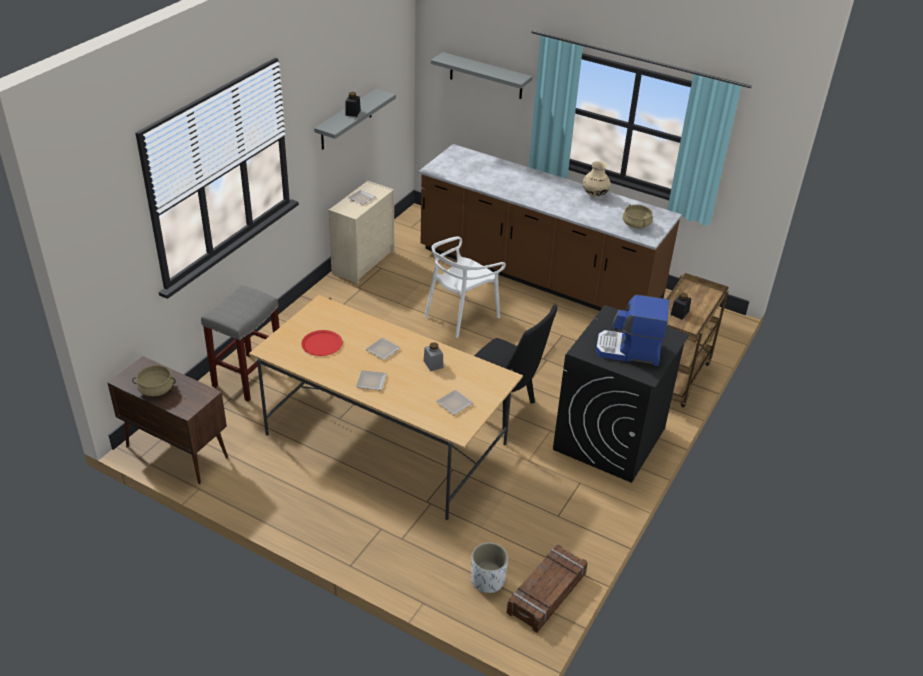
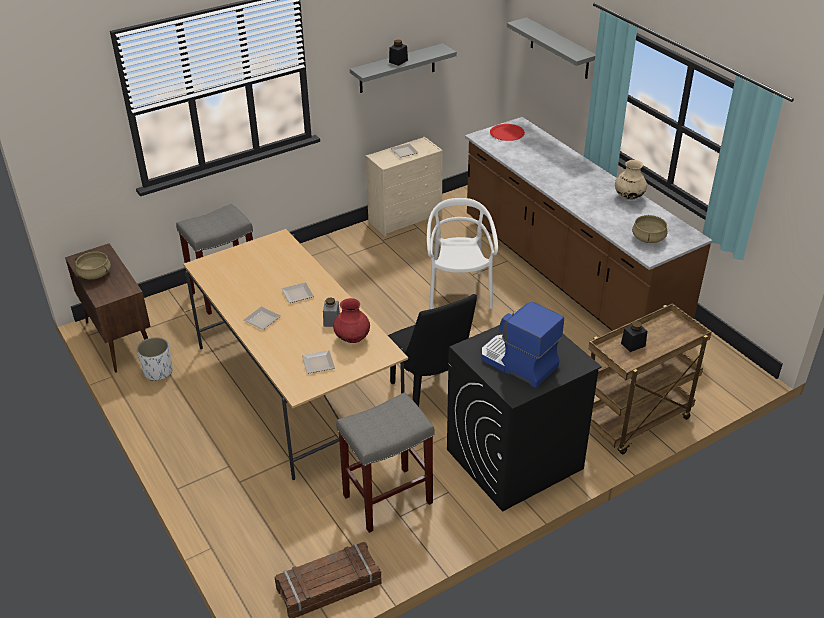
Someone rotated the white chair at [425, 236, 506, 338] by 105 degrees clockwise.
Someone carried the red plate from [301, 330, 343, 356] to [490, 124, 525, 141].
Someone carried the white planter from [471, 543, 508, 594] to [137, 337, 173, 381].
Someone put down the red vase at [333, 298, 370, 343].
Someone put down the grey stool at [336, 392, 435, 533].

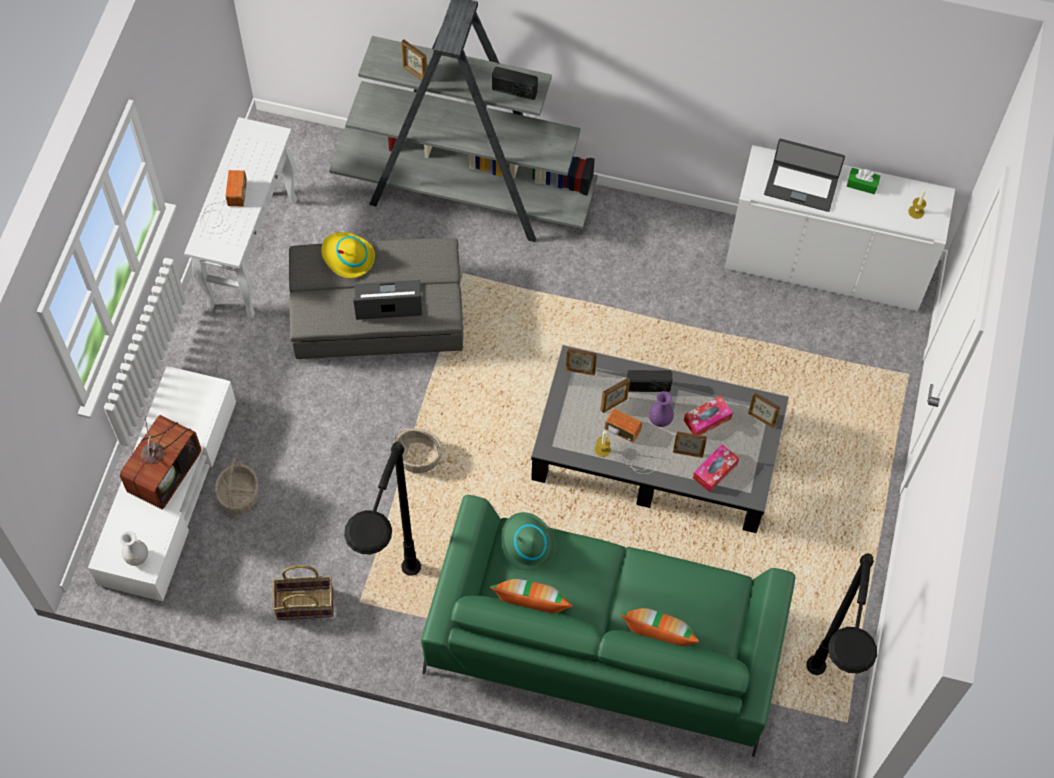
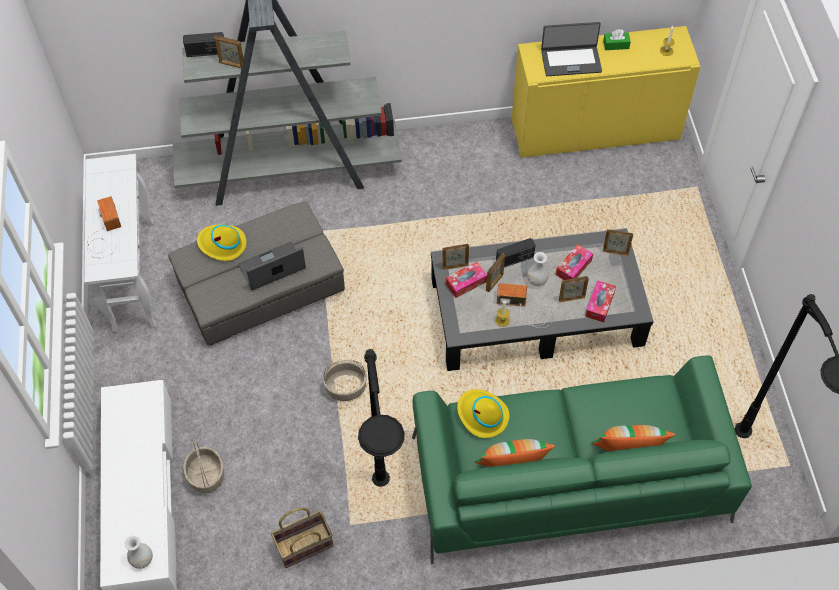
Someone carried the radio from [492, 67, 538, 100] to [183, 32, 224, 57].
Someone repainted the white cabinet at [725, 145, 955, 311], which became the yellow cabinet at [512, 26, 700, 158].
Someone repainted the purple vase at [649, 391, 674, 427], which became the white vase at [527, 252, 549, 287].
Someone took away the television at [120, 415, 201, 509].
Someone repainted the green hat at [502, 512, 556, 570], which became the yellow hat at [457, 389, 509, 438].
Someone put down the tissue box at [446, 262, 487, 298].

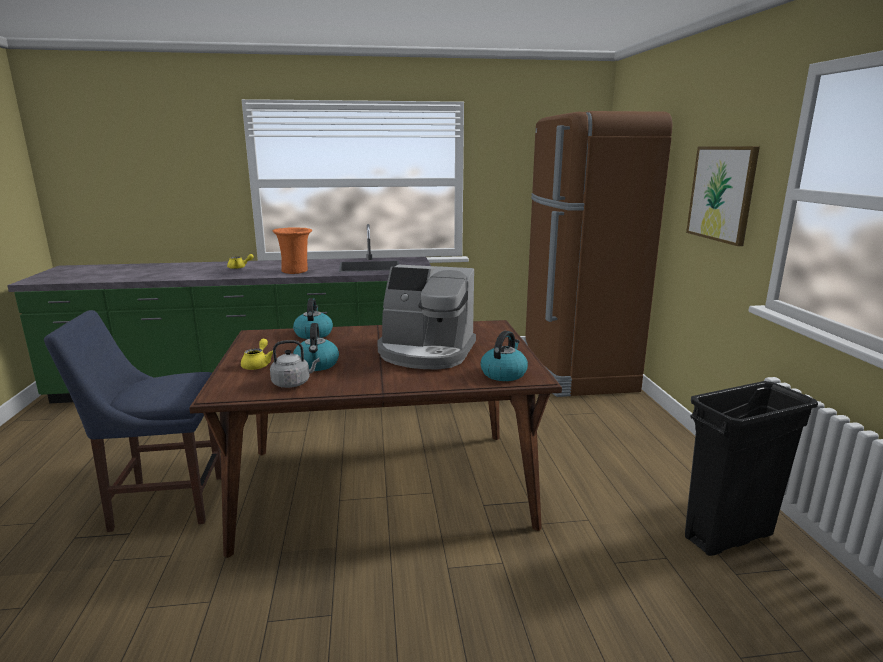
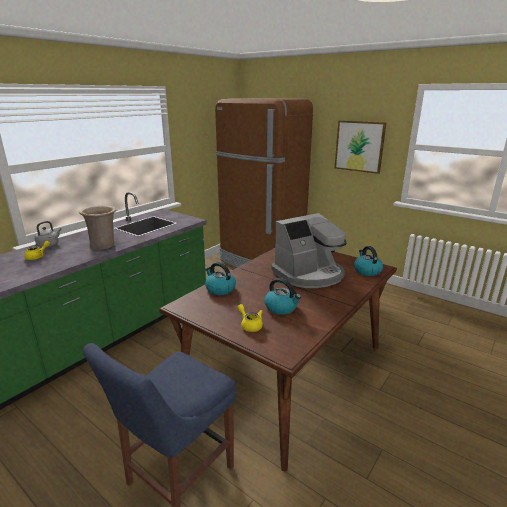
Someone repainted the orange vase at [273, 227, 312, 274], which became the beige vase at [79, 206, 116, 250].
Someone carried the grey kettle from [270, 340, 320, 388] to [35, 221, 61, 247].
Someone took away the black trash can at [685, 381, 818, 556].

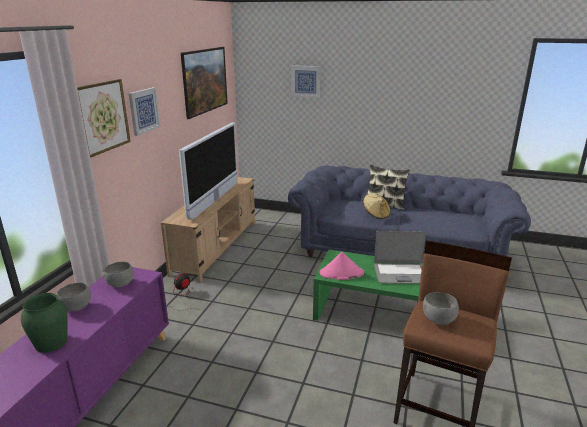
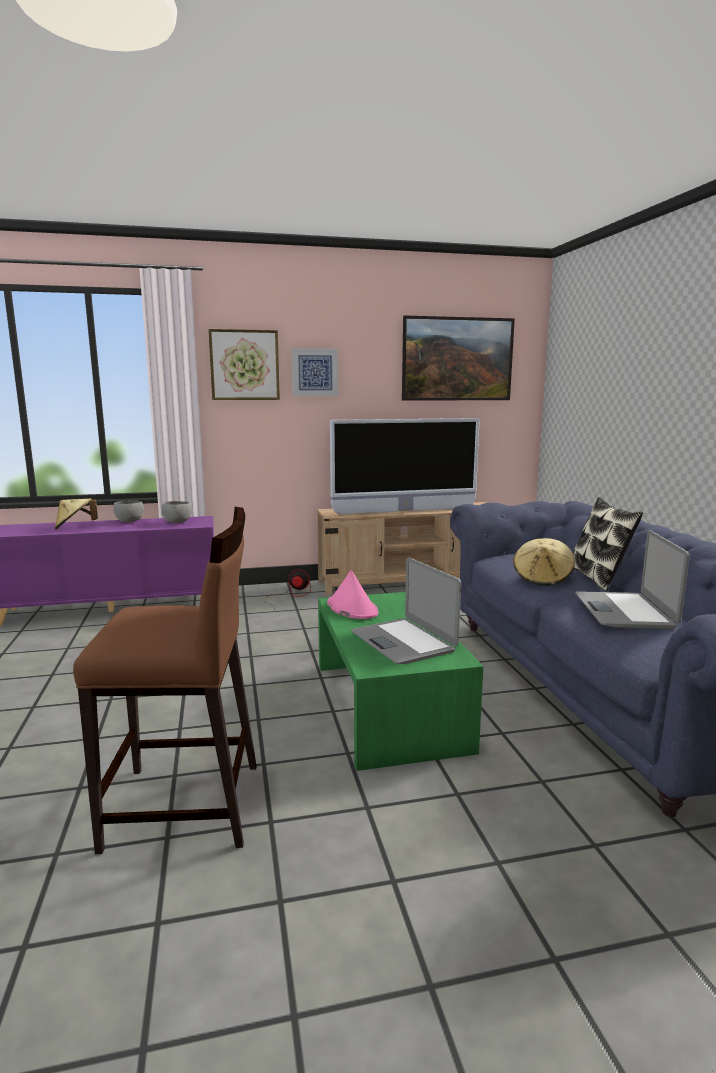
Someone took away the picture at [291, 66, 321, 98].
Someone took away the grey bowl at [423, 292, 459, 325].
Someone swapped the green vase at [21, 293, 68, 353] for the beige hat at [55, 498, 98, 530].
Someone put down the laptop at [575, 530, 690, 629].

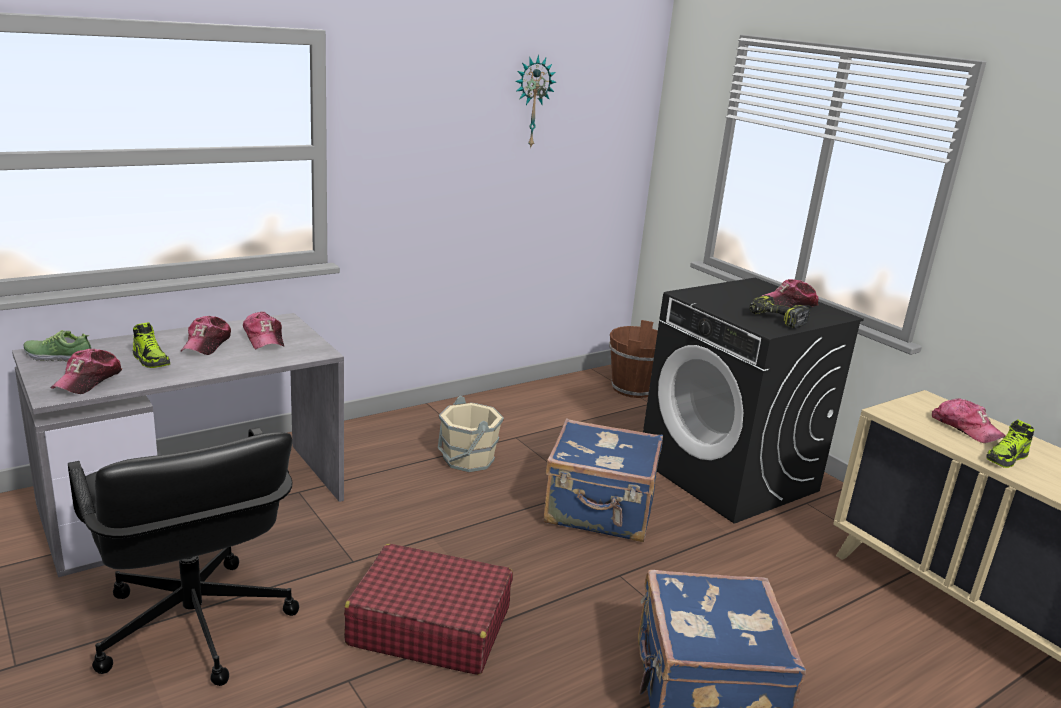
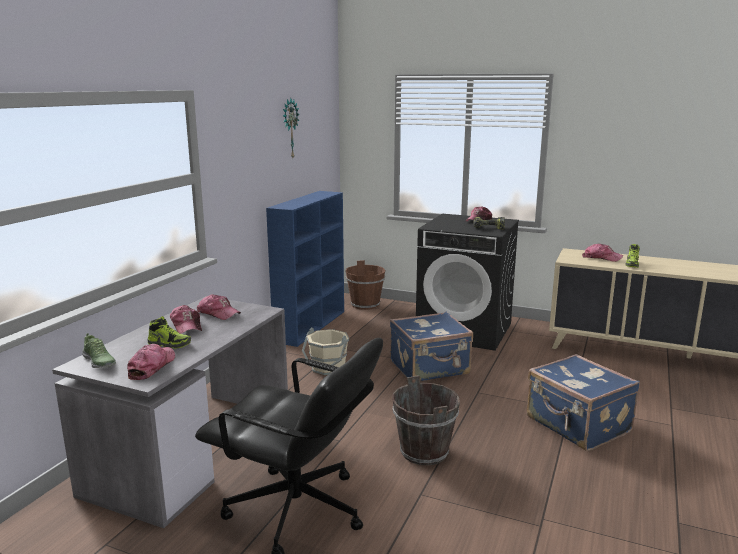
Someone rotated the shoe at [23, 330, 92, 362] by 105 degrees counterclockwise.
Someone rotated the cap at [51, 349, 122, 394] by 150 degrees counterclockwise.
Someone swapped the red suitcase at [344, 544, 513, 675] for the brown bucket at [392, 376, 460, 465].
Someone put down the blue bookcase at [266, 191, 344, 347].

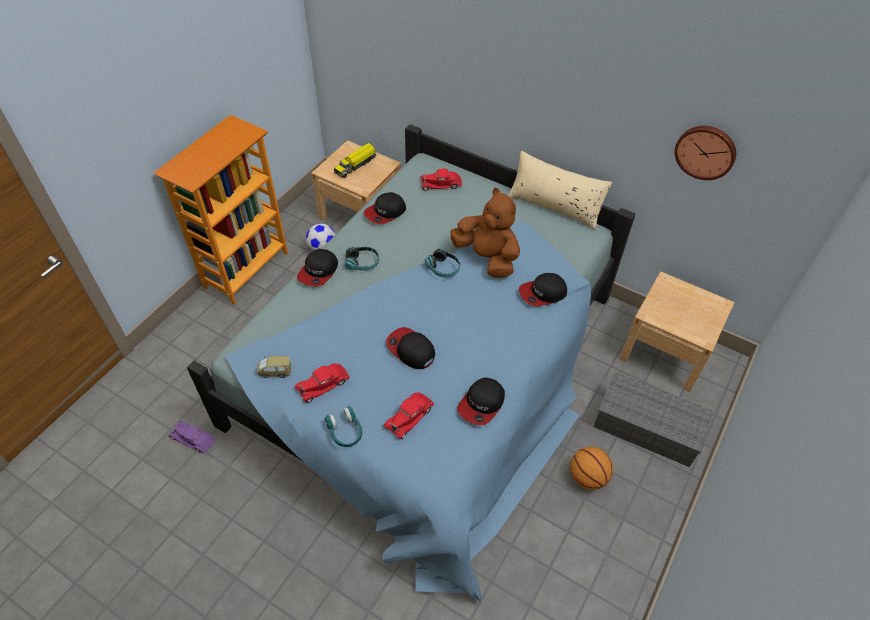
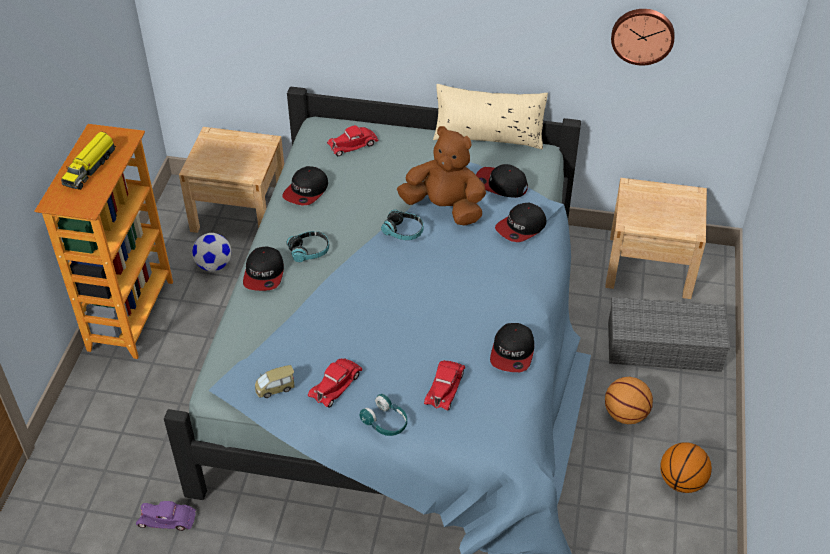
Someone carried the toy truck from [334, 143, 377, 178] to [61, 131, 116, 190].
Someone carried the cap from [386, 327, 435, 369] to [476, 164, 528, 198].
Someone put down the basketball at [660, 442, 712, 493].

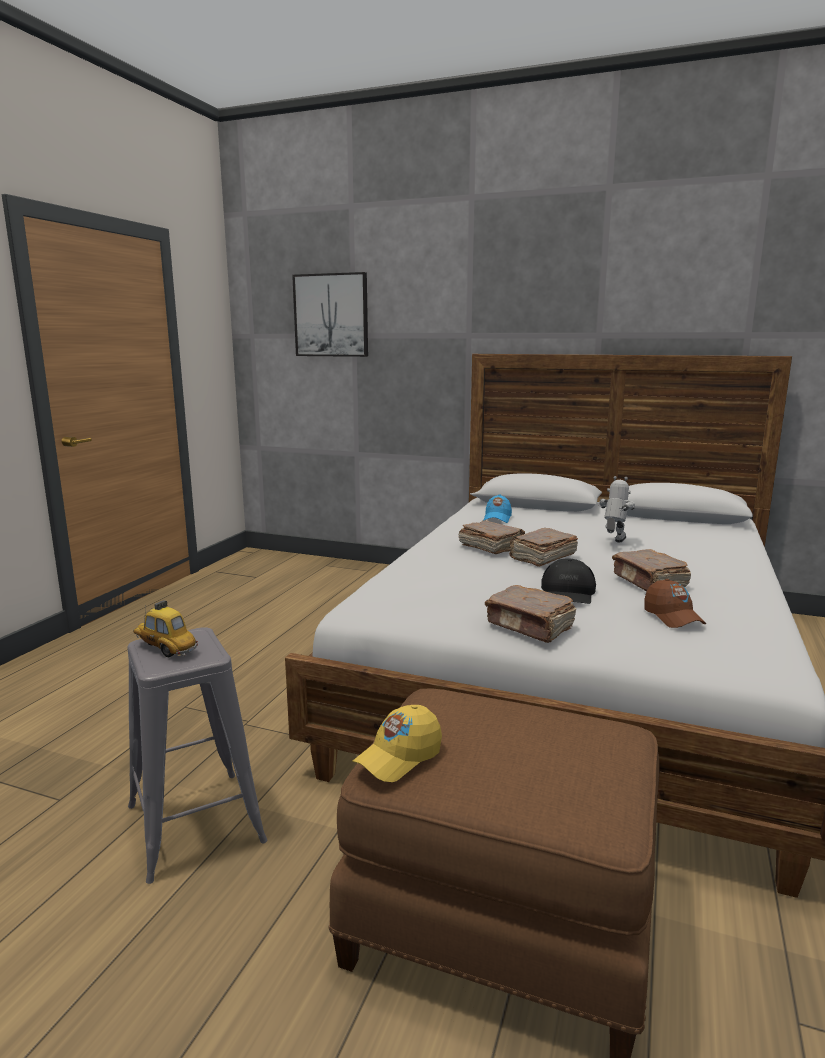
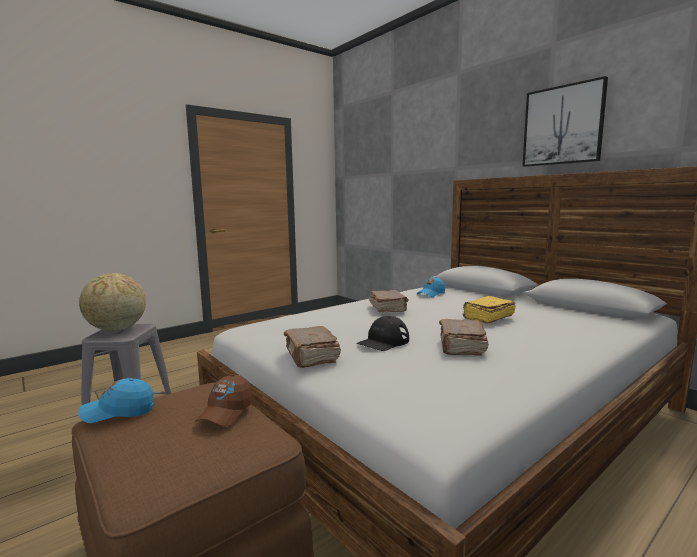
Someone carried the picture from [292, 272, 368, 357] to [523, 76, 608, 167].
Someone swapped the toy robot at [598, 476, 635, 542] for the yellow book at [463, 296, 516, 324].
Someone took away the brown book at [509, 528, 578, 567].
Someone carried the brown cap from [644, 579, 706, 628] to [195, 374, 252, 426].
Someone swapped the toy car at [133, 600, 198, 657] for the globe at [79, 273, 146, 331].
Someone repainted the yellow cap at [352, 705, 442, 782], which became the blue cap at [78, 378, 154, 423].

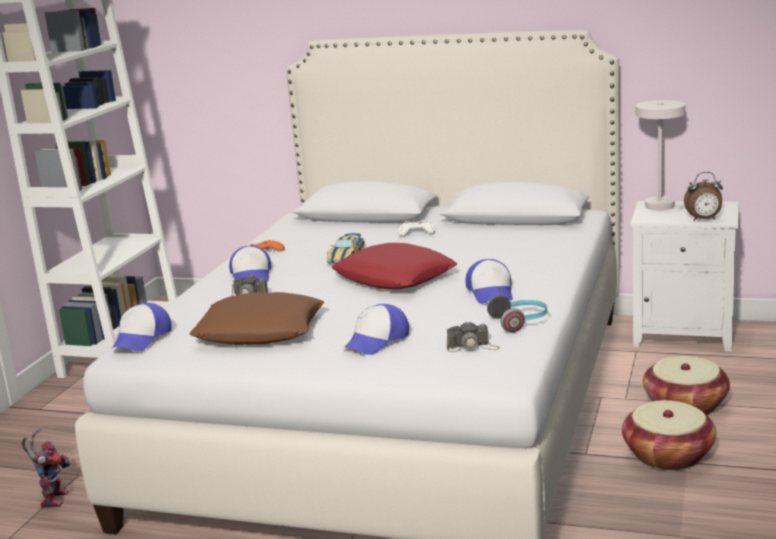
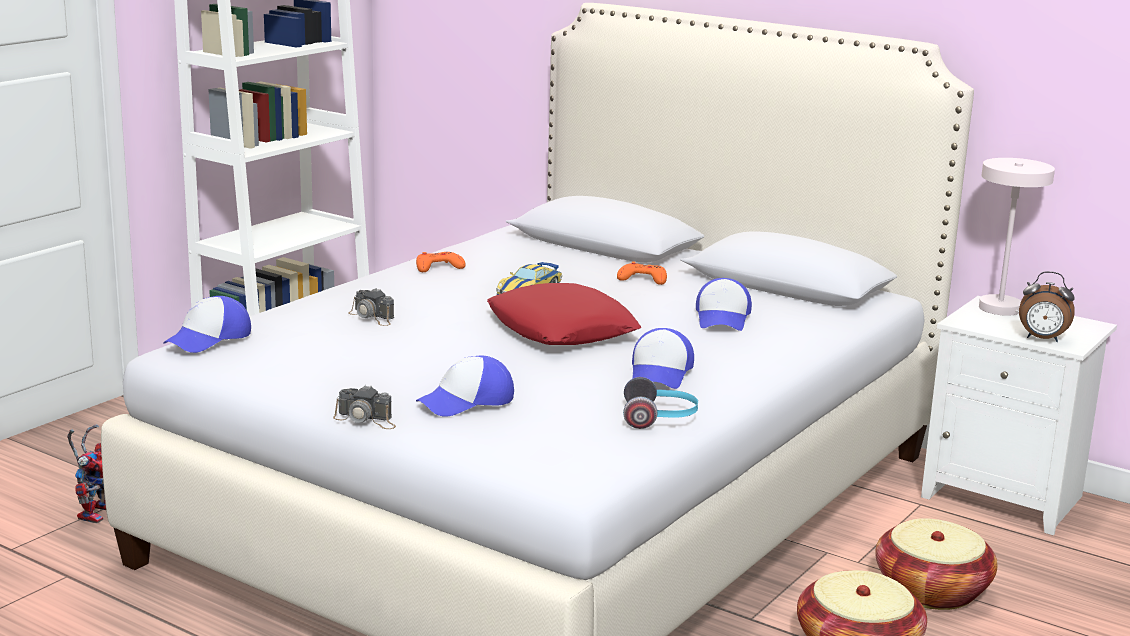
Someone repainted the white game controller at [398, 221, 435, 237], which became the orange game controller at [617, 261, 667, 285].
Someone carried the cap from [229, 245, 271, 282] to [696, 278, 752, 331].
Someone took away the brown pillow at [190, 292, 324, 345].
Someone carried the photo camera from [447, 321, 500, 352] to [333, 385, 396, 429].

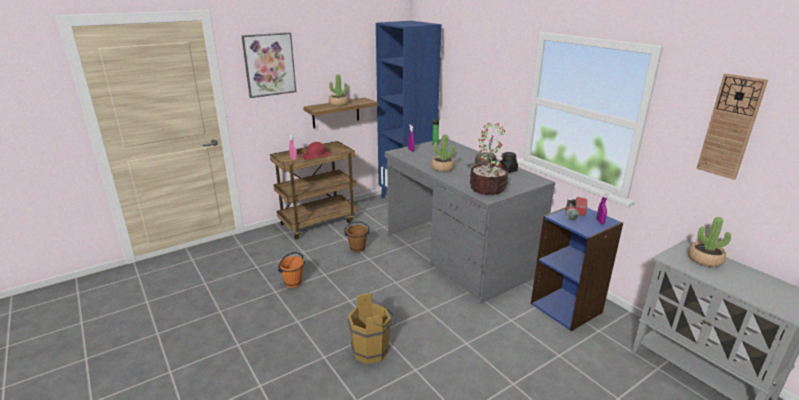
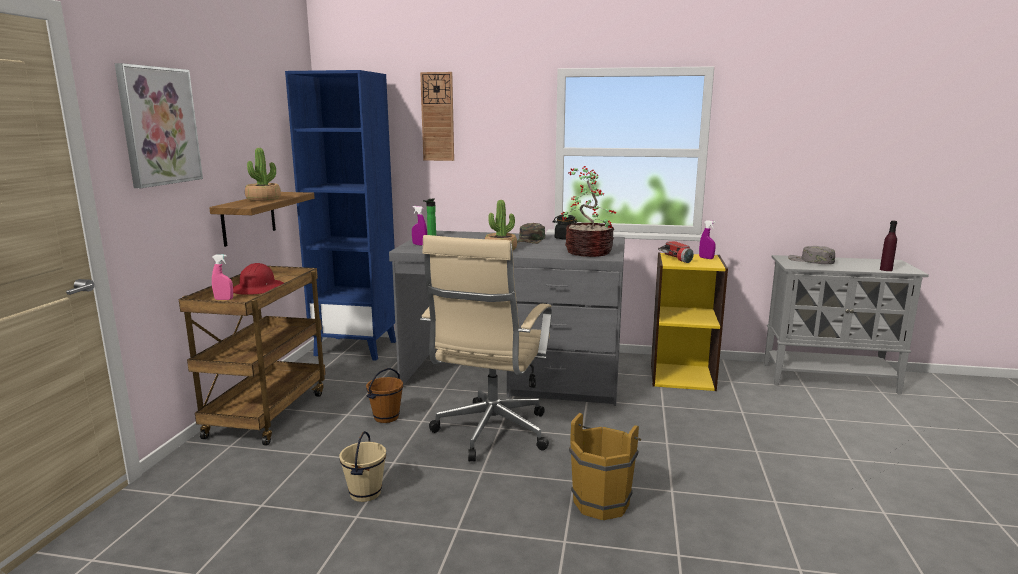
Someone carried the wall clock from [696, 73, 768, 180] to [420, 72, 454, 161].
Someone repainted the blue bookcase at [531, 205, 623, 331], which became the yellow bookcase at [651, 253, 728, 391].
Someone swapped the potted plant at [688, 217, 731, 267] for the grey cap at [788, 246, 835, 264].
Someone repainted the orange bucket at [278, 252, 305, 288], which became the beige bucket at [339, 431, 386, 502].
Someone put down the purple bottle at [880, 220, 897, 271].
Someone put down the beige office chair at [420, 235, 552, 462].

